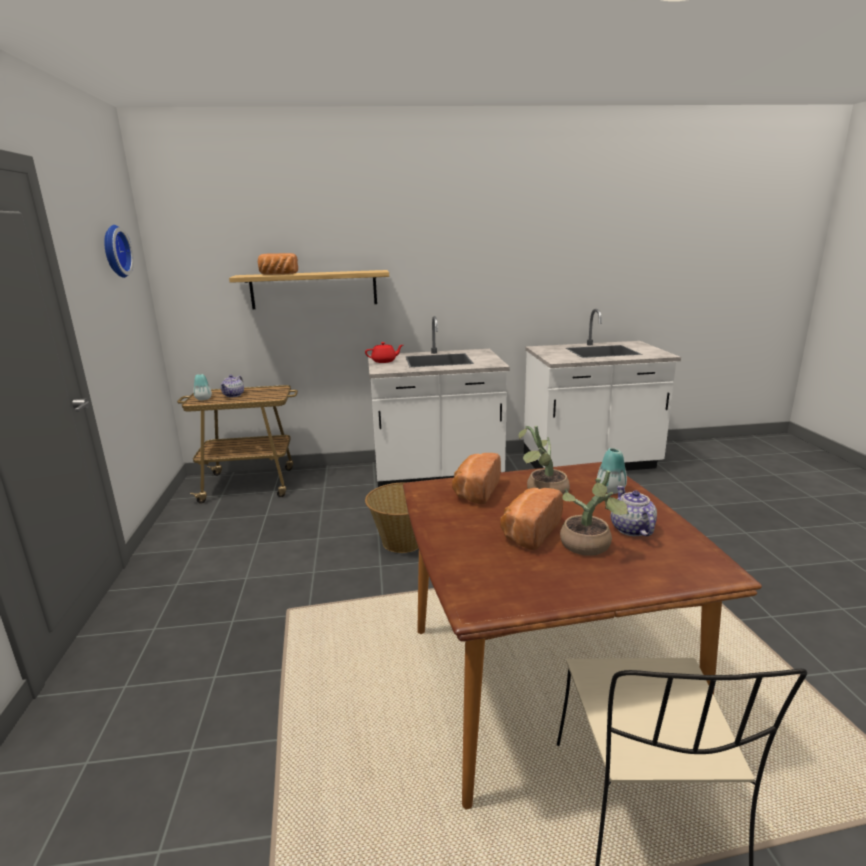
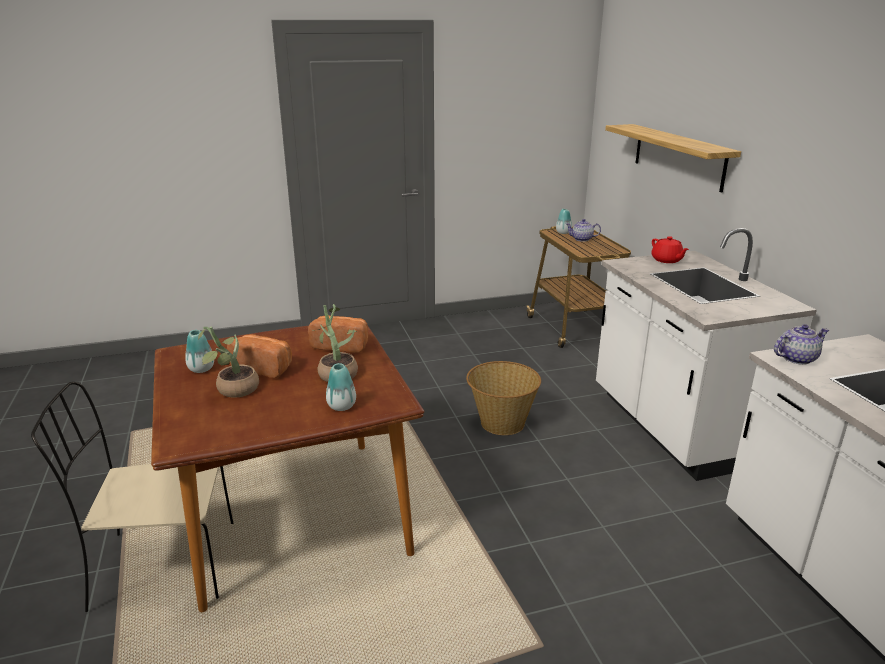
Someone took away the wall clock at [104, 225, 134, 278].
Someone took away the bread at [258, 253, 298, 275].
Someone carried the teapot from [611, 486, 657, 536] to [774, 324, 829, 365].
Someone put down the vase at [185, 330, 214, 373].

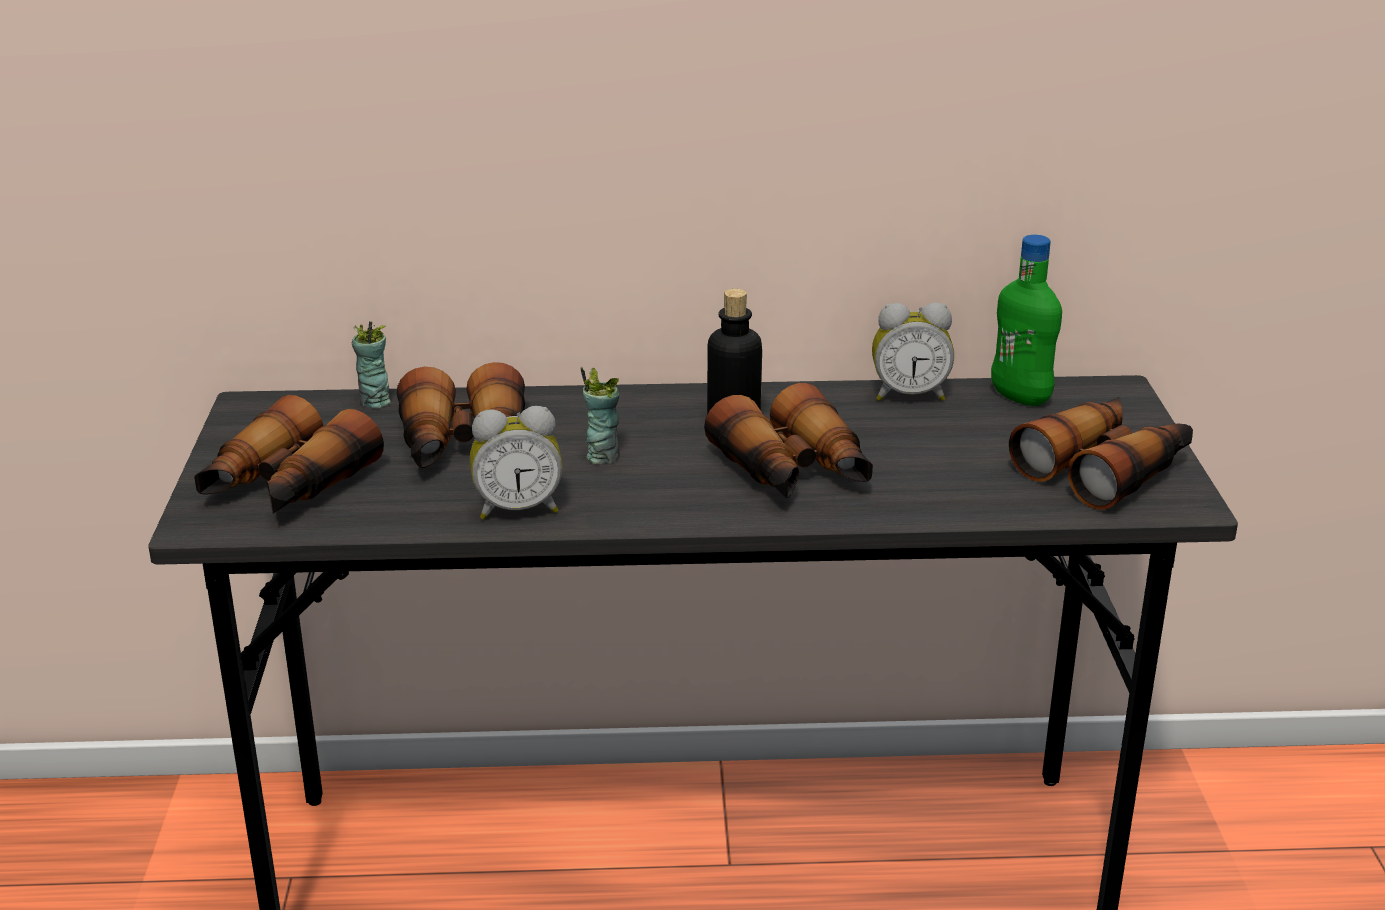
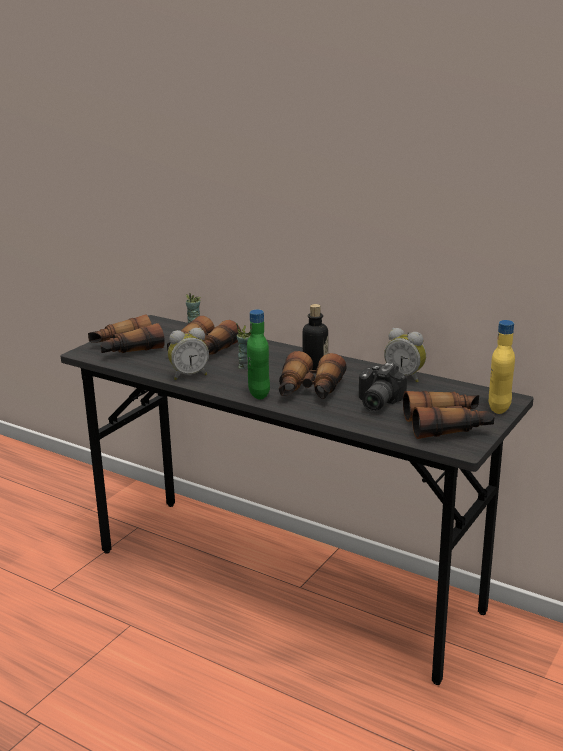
Someone carried the green bottle from [991, 235, 1062, 406] to [247, 309, 270, 399].
Someone rotated the alarm clock at [470, 406, 563, 520] by 45 degrees counterclockwise.
Someone put down the yellow bottle at [489, 320, 515, 414].
Someone put down the photo camera at [359, 363, 407, 411].

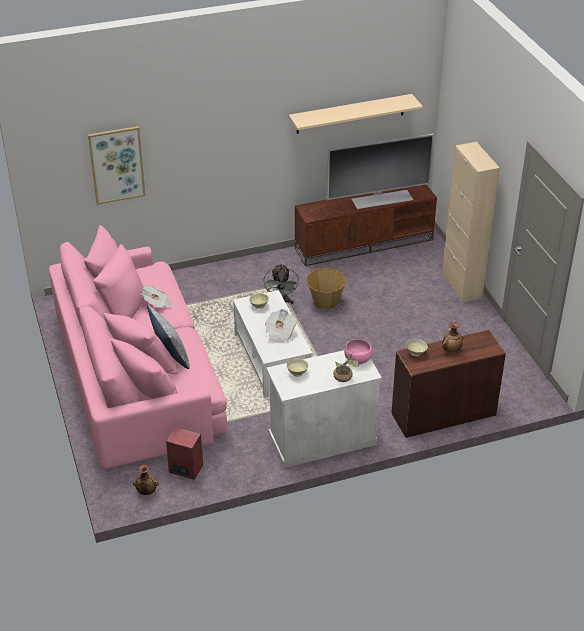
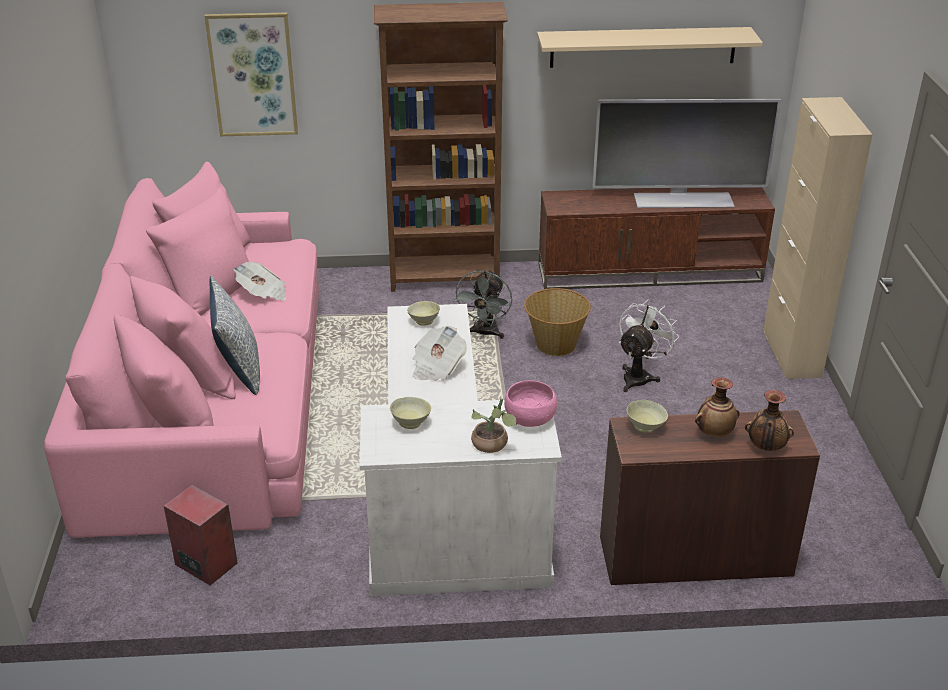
Someone carried the vase from [133, 465, 158, 495] to [745, 390, 794, 451].
Someone put down the brown bookcase at [374, 2, 508, 292].
Someone put down the white fan at [619, 299, 679, 392].

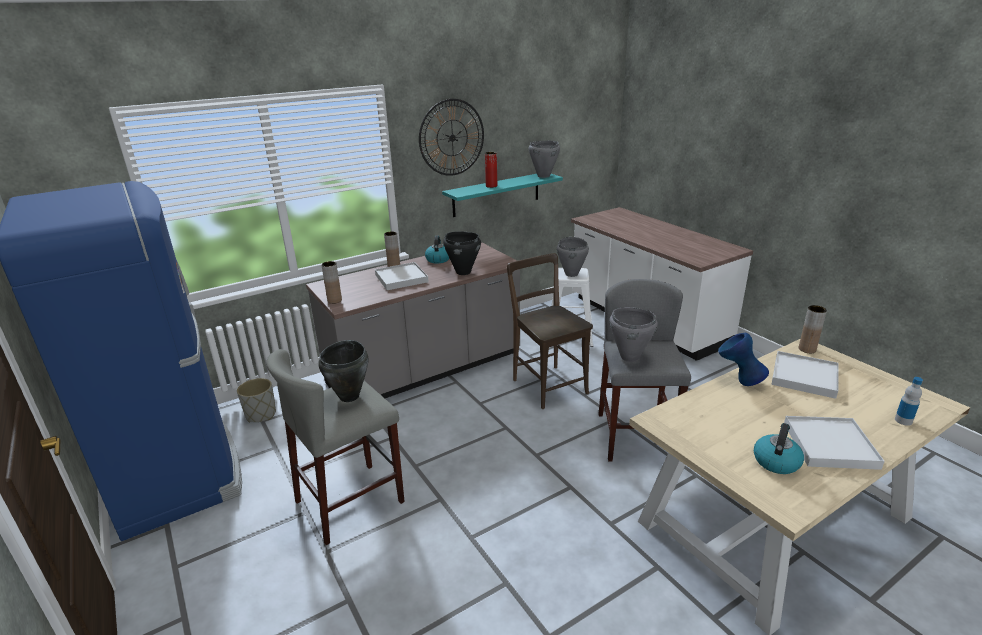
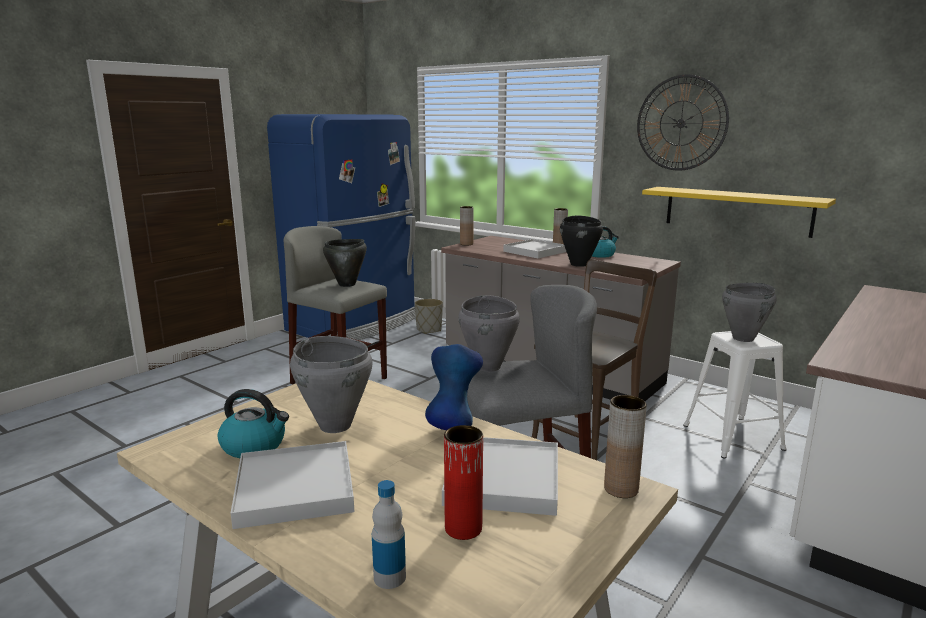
Someone carried the grey cooking pot from [529, 141, 560, 178] to [290, 336, 373, 433].
Someone carried the red vase from [485, 152, 497, 188] to [444, 425, 483, 540].
Someone repainted the turquoise shelf at [442, 174, 563, 217], which became the yellow shelf at [642, 187, 836, 238].

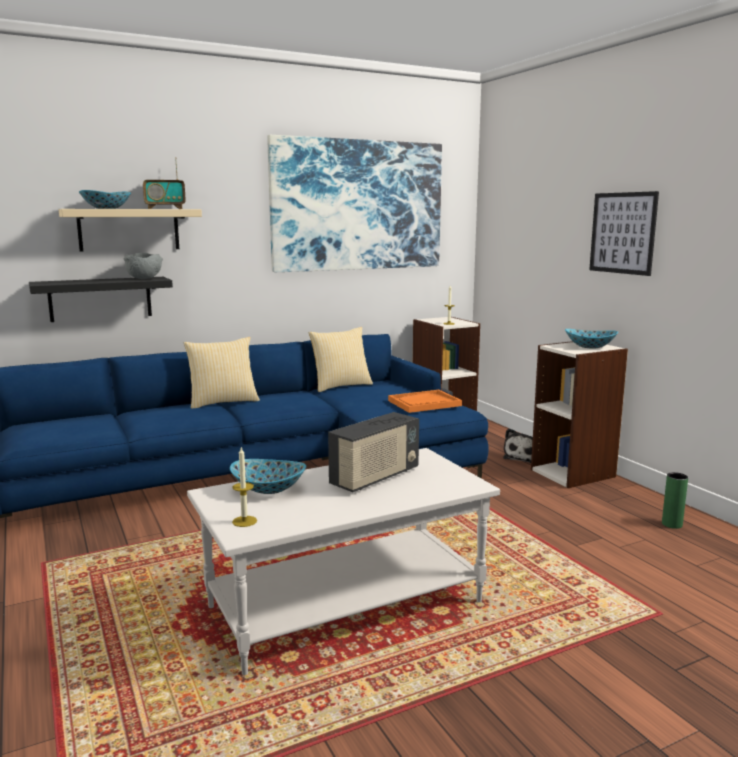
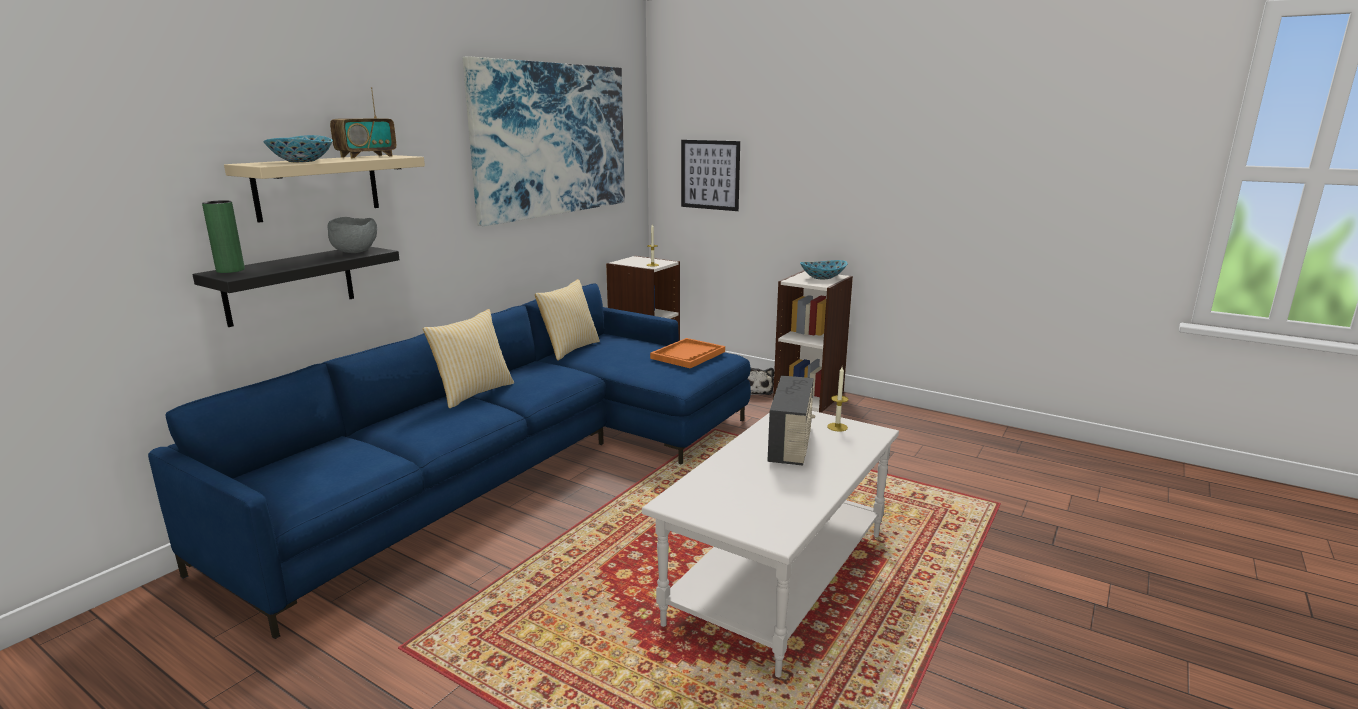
Someone carried the picture from [589, 191, 659, 276] to [681, 140, 740, 211].
Someone carried the candle from [232, 447, 257, 527] to [827, 367, 848, 432].
Someone took away the bowl at [230, 459, 306, 494].
Someone carried the green vase from [662, 472, 688, 529] to [202, 200, 245, 273].

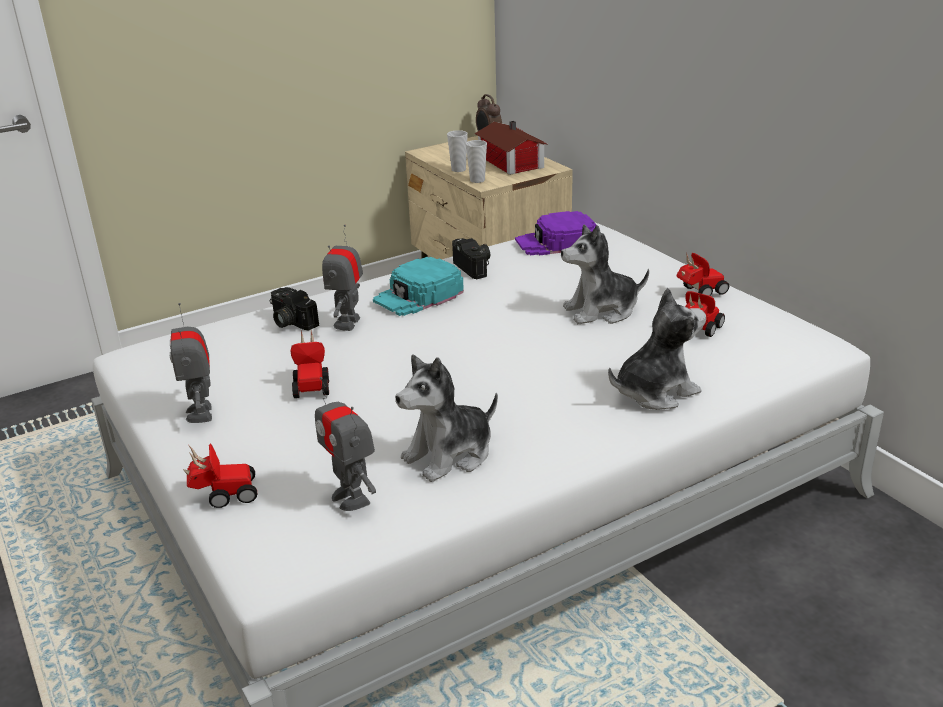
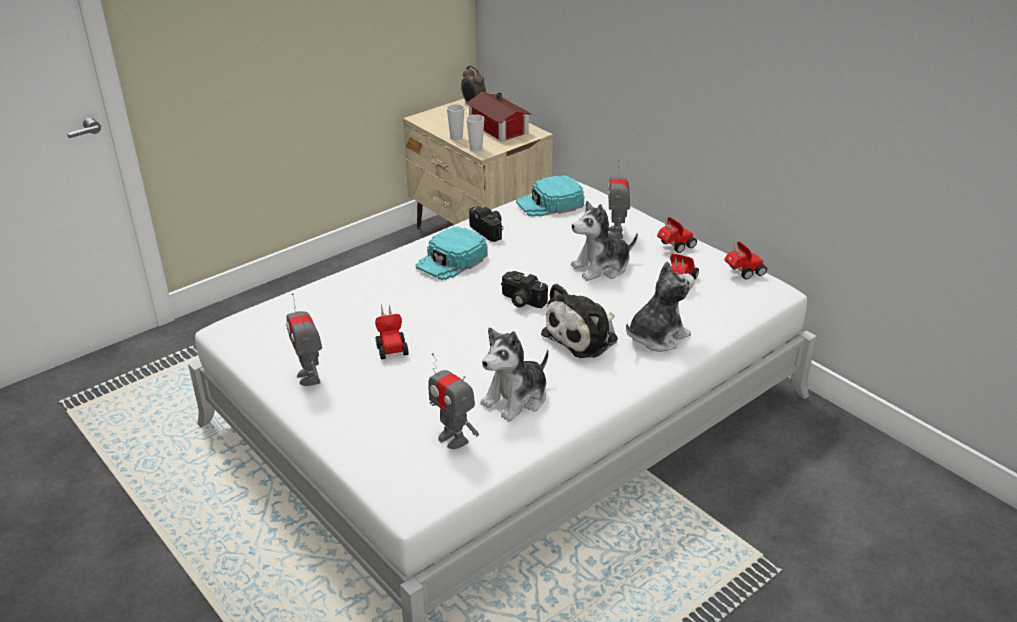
Someone repainted the purple cap at [515, 211, 596, 256], which became the turquoise cap at [516, 175, 584, 217].
Someone carried the toy robot from [322, 225, 363, 331] to [608, 161, 630, 239].
Someone carried the photo camera from [270, 287, 319, 330] to [501, 271, 548, 308].
Someone carried the toy car from [183, 444, 257, 508] to [724, 241, 767, 279].
Someone put down the plush toy at [541, 283, 618, 358].

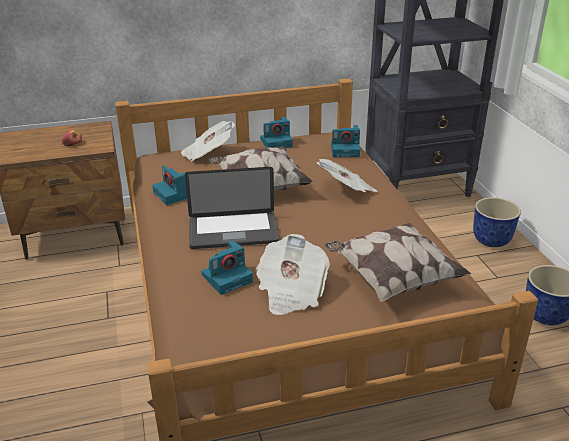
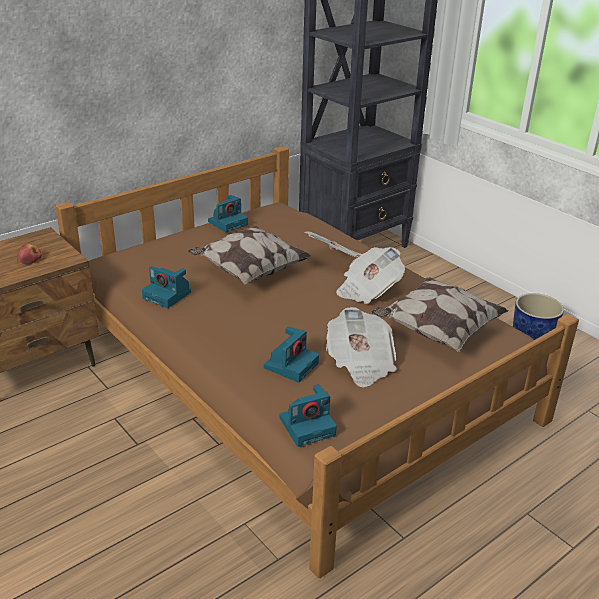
Someone carried the newspaper from [181, 121, 235, 161] to [336, 247, 405, 304].
Someone carried the photo camera from [331, 125, 360, 157] to [280, 384, 337, 447].
Someone took away the laptop at [185, 167, 279, 249].
Someone took away the planter at [473, 197, 521, 247].

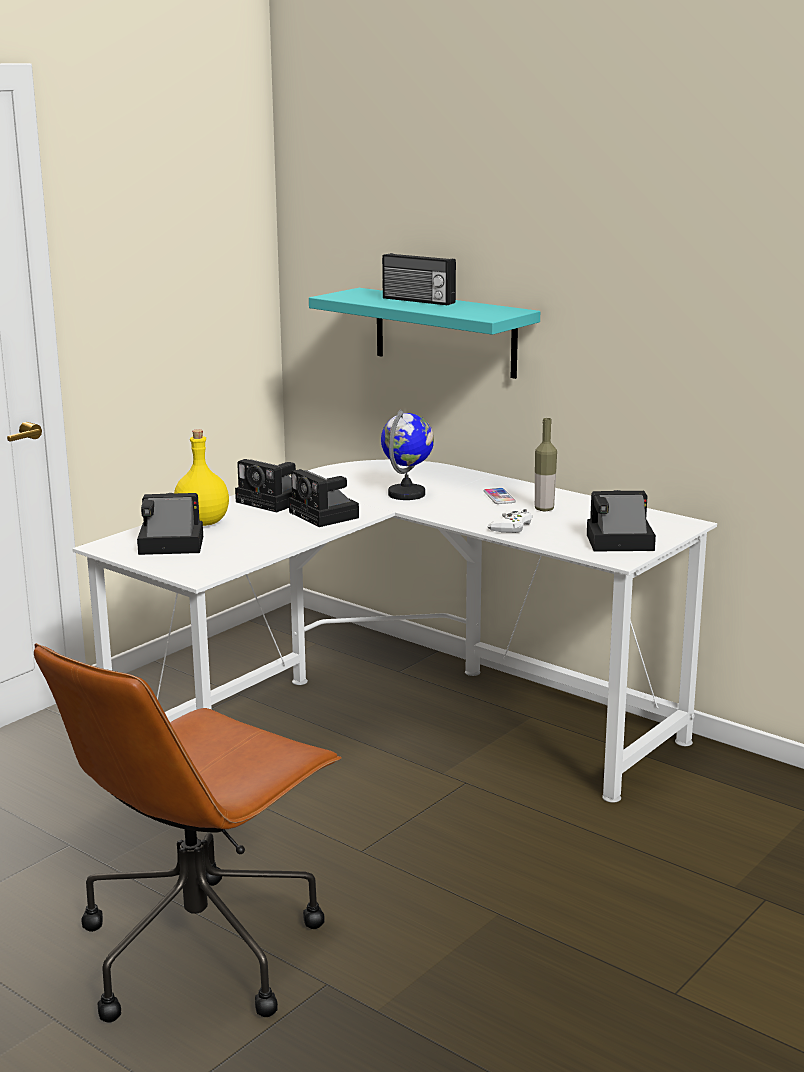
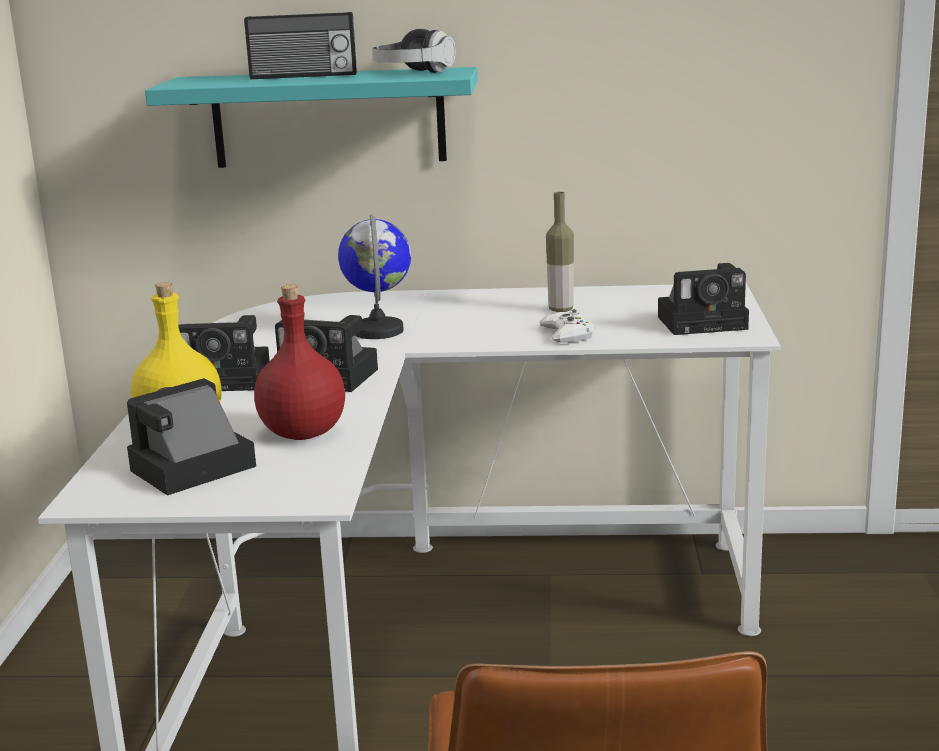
Someone took away the phone at [483, 488, 516, 504].
Someone rotated the photo camera at [587, 490, 656, 552] by 150 degrees counterclockwise.
Someone put down the headphones at [372, 29, 456, 73].
Someone put down the red bottle at [254, 284, 345, 440].

